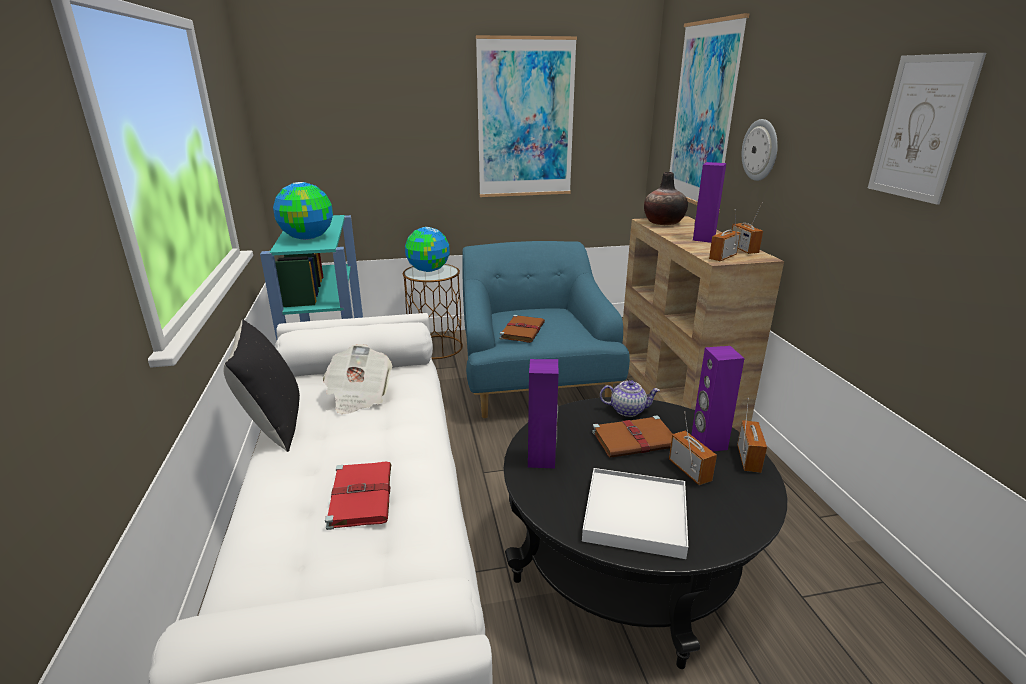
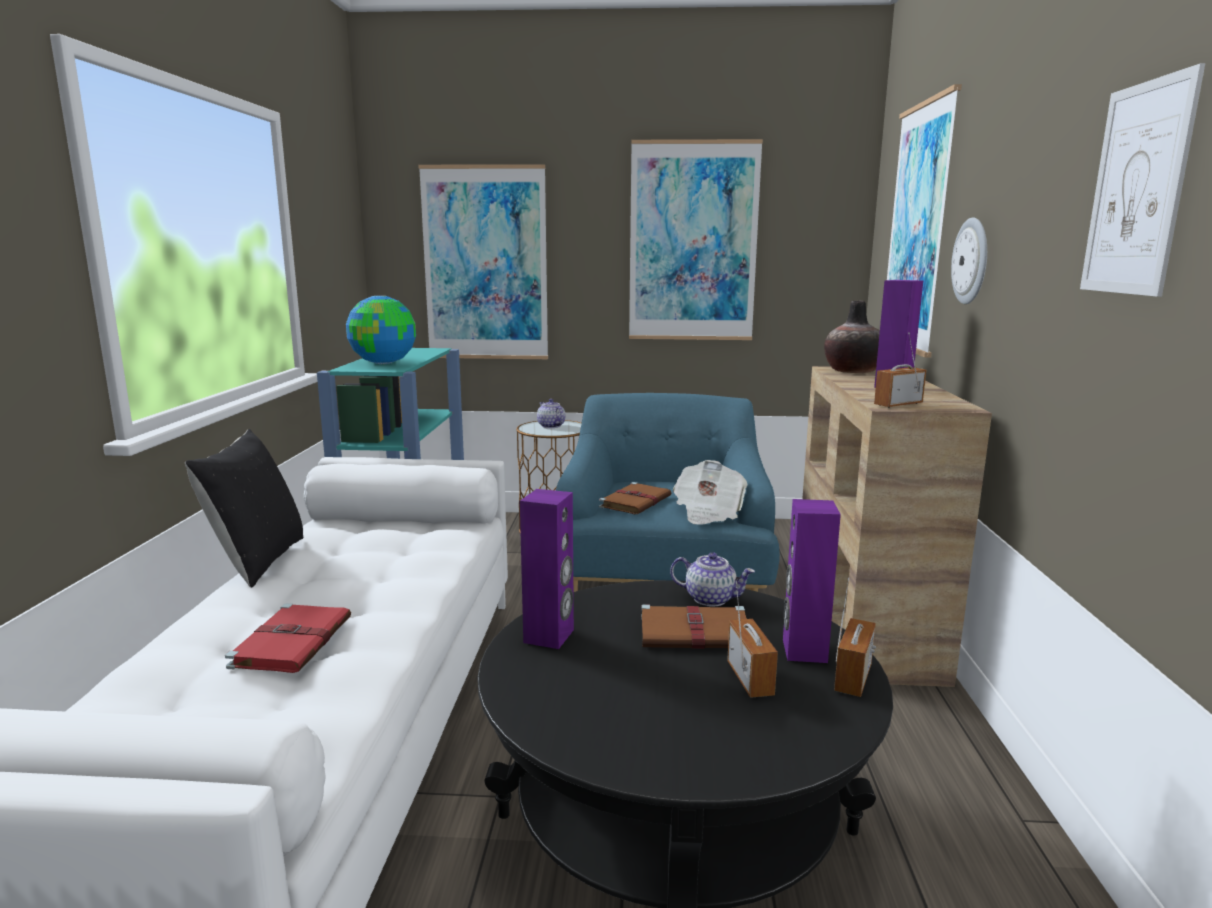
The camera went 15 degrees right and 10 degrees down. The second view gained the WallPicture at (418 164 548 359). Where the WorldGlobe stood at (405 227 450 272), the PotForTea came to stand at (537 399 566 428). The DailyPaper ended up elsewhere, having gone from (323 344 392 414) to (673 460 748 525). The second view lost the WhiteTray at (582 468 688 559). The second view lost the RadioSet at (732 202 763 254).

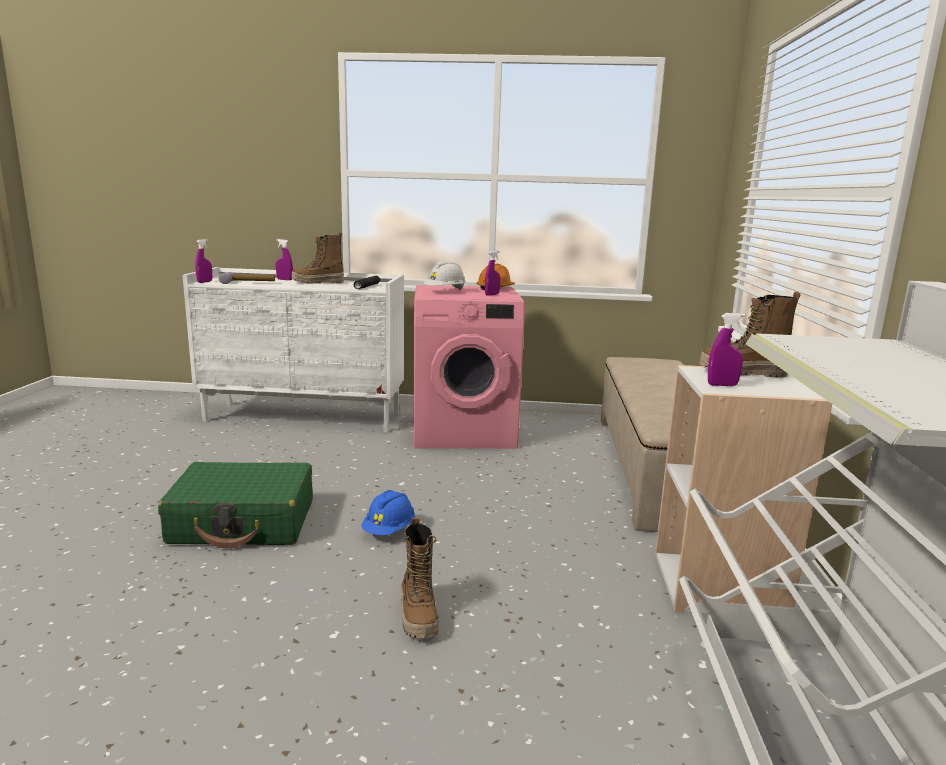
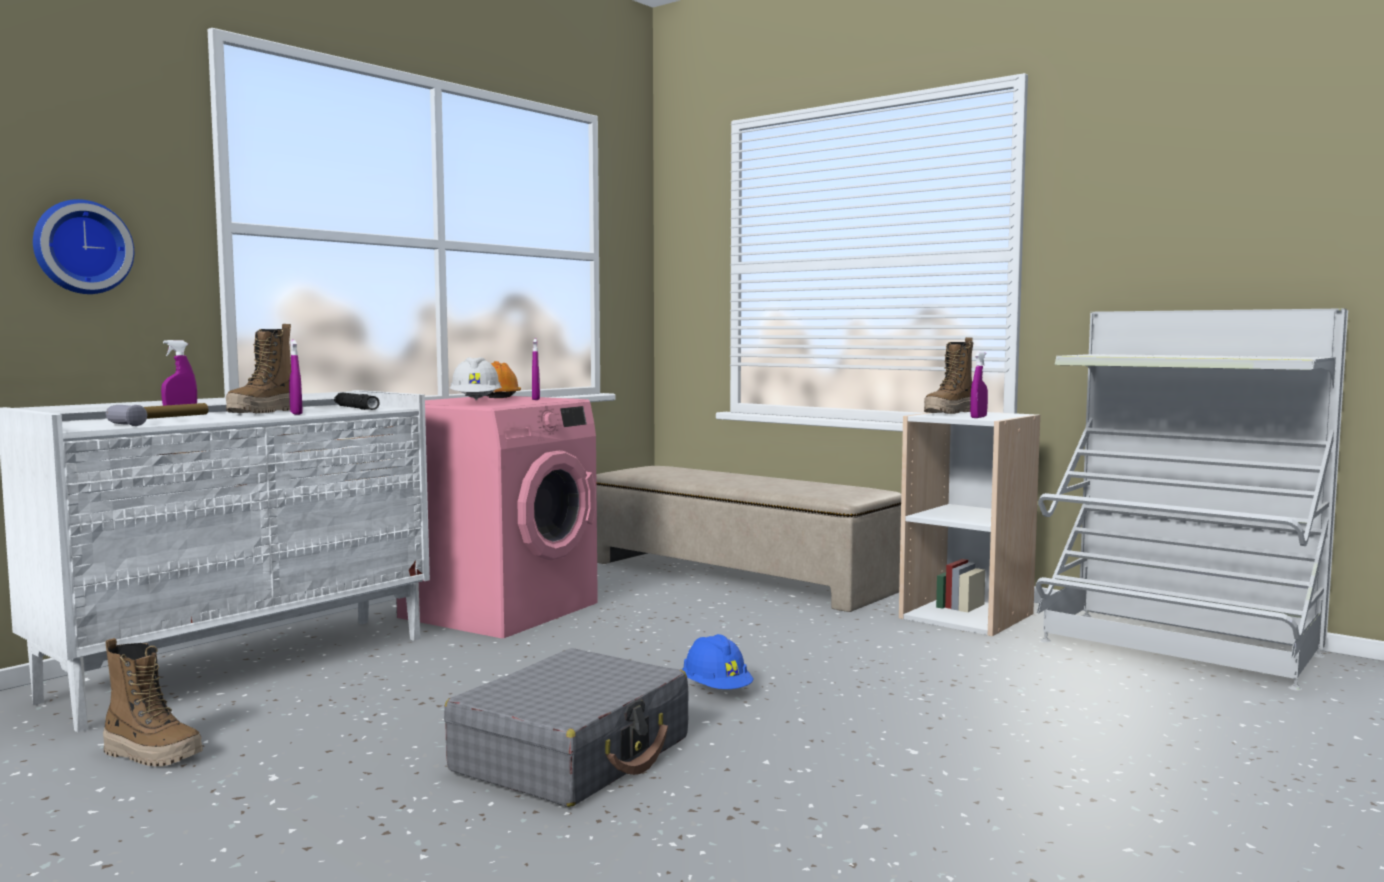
The camera went 55 degrees left and 10 degrees down. The second view gained the HangingClock at (33 199 134 294). The TallBoot ended up elsewhere, having gone from (400 517 439 638) to (103 638 203 767). The PurpleColouredSprayer ended up elsewhere, having gone from (195 239 212 283) to (289 340 303 415). What was the GreenishSuitcase at (158 462 313 548) turned into the GraySuitcase at (444 648 689 807).

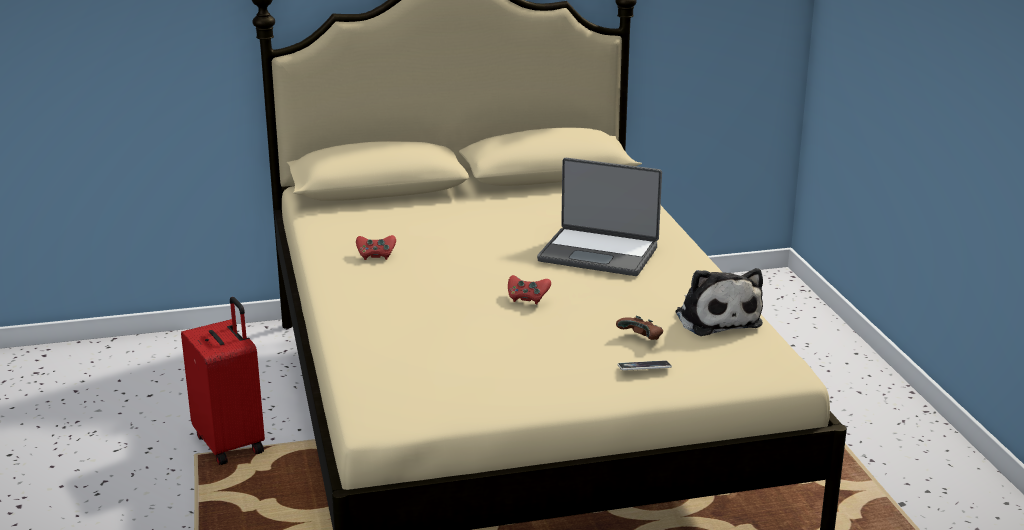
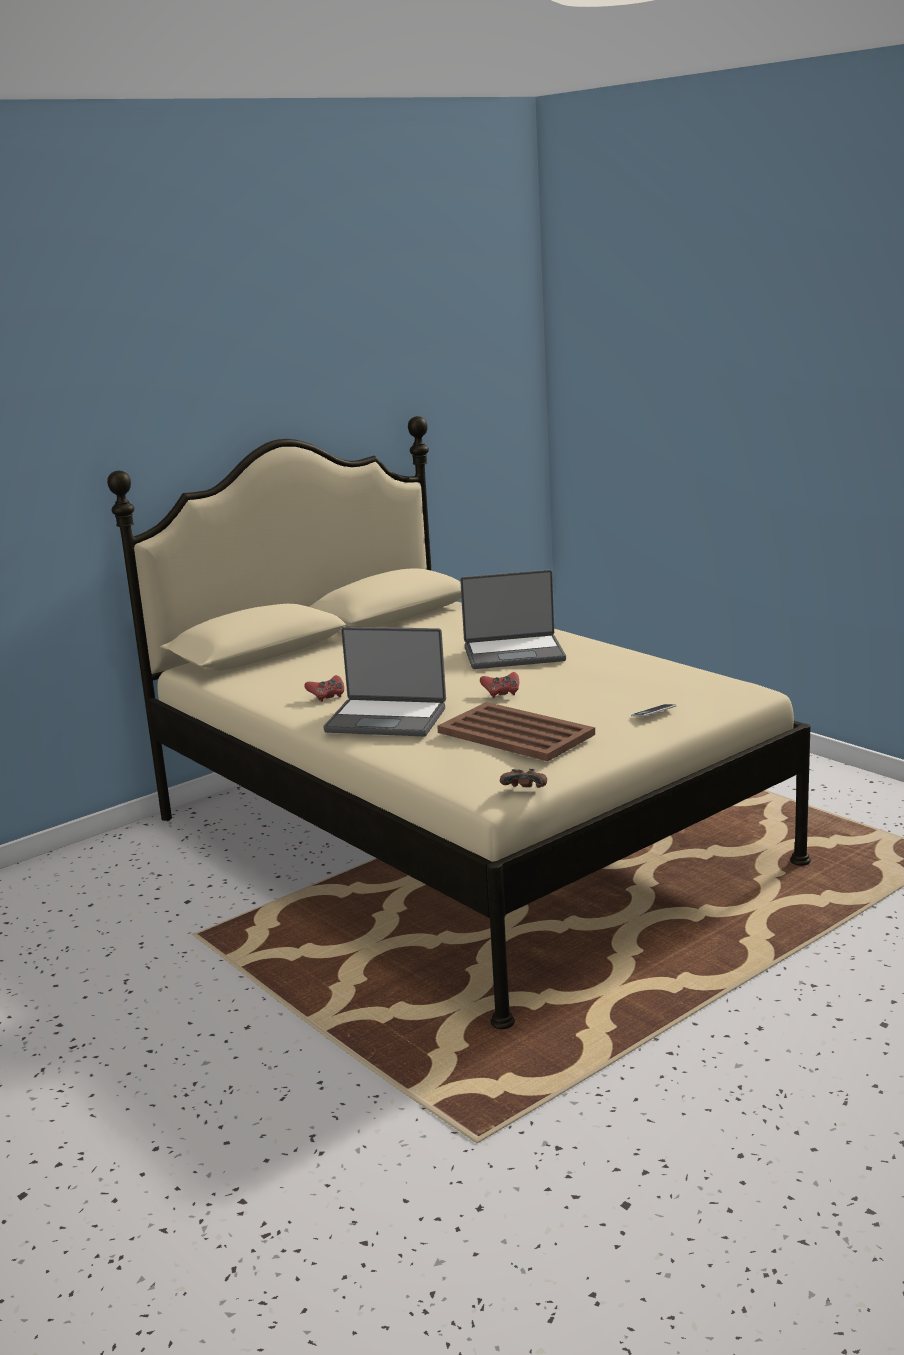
The camera went 25 degrees left and 5 degrees down. The second view gained the Laptop at (323 627 446 736). The second view gained the BrownTray at (437 702 595 761). The BrownGameController ended up elsewhere, having gone from (616 316 664 340) to (500 769 547 788). The second view lost the RedSuitcase at (181 297 265 465). The second view lost the SoftToy at (675 268 763 336).

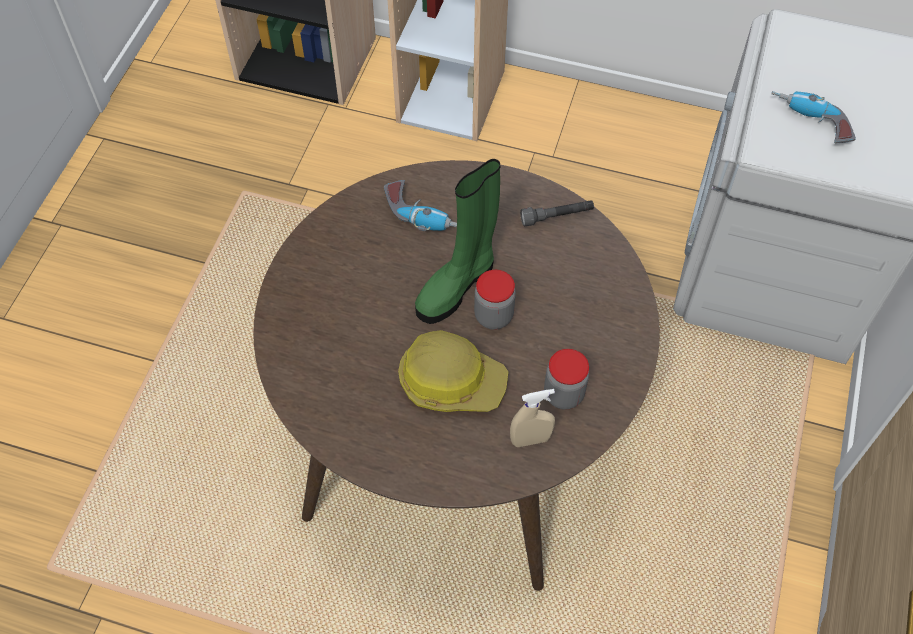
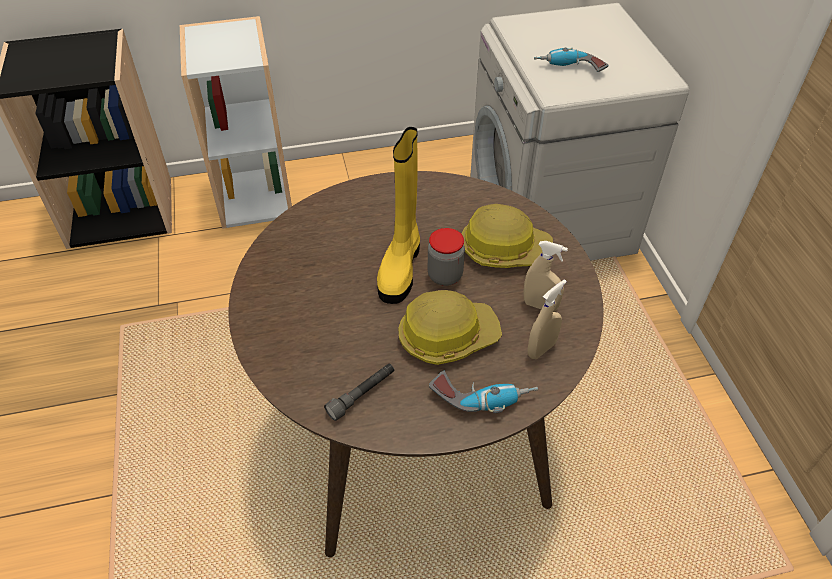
The camera went 30 degrees left and 10 degrees down. The GrayHandTorch ended up elsewhere, having gone from (520 200 594 226) to (324 363 394 421). What was the GreenishTallBoot at (415 159 500 324) turned into the YellowColouredTallBoot at (377 127 420 304). The PowerDrill ended up elsewhere, having gone from (384 180 457 231) to (429 371 538 414). The second view gained the WorkHelmet at (462 204 553 268). Where the Jar stood at (544 349 589 410), the BeigeSprayer came to stand at (524 241 568 312).

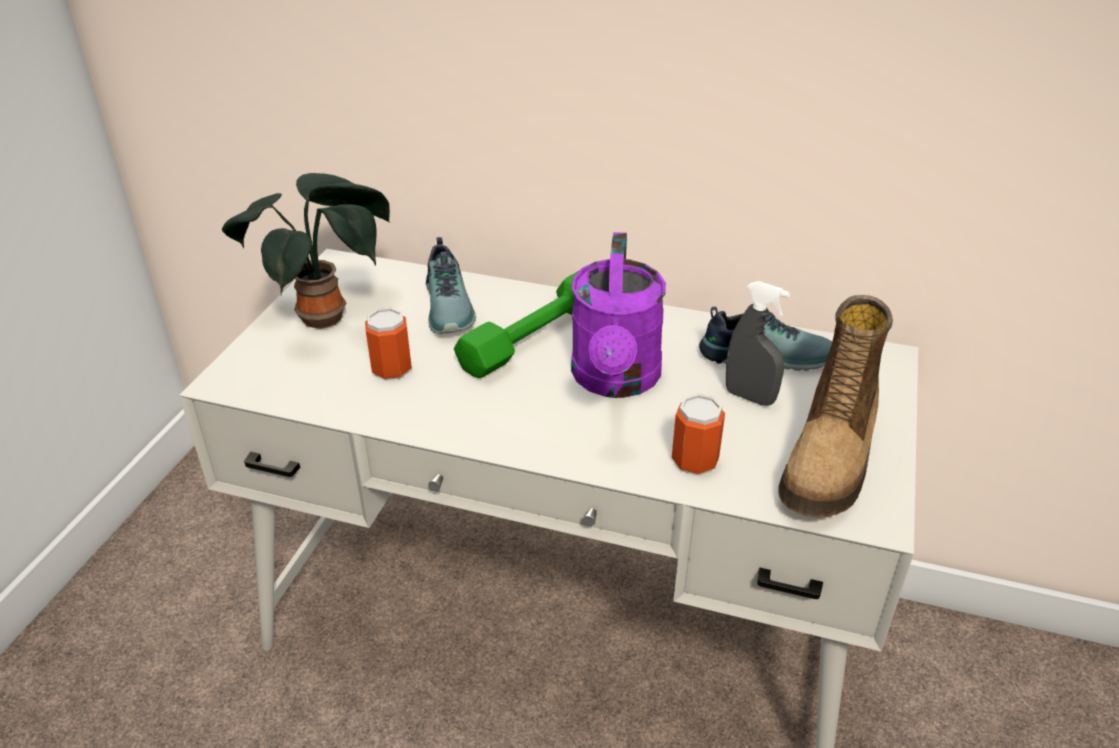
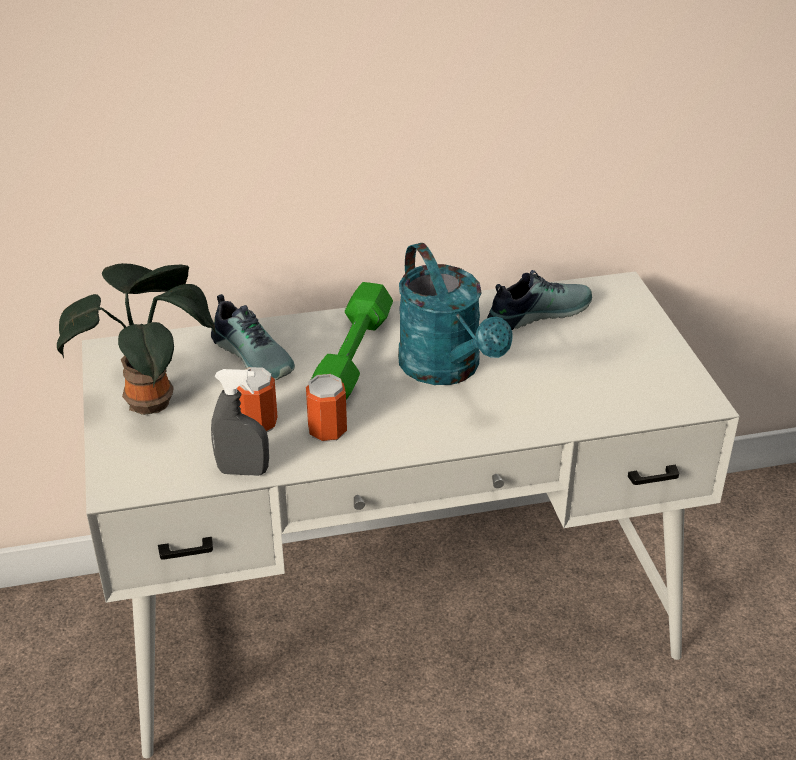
The camera went 30 degrees left and 0 degrees up. The GraySprayer ended up elsewhere, having gone from (726 281 790 406) to (211 369 269 476). The SealedCan ended up elsewhere, having gone from (672 394 725 476) to (306 374 347 442). What was the PurpleColouredWateringCan at (571 232 666 398) turned into the TurquoiseWateringCan at (398 243 512 385). The second view lost the TallBoot at (778 295 893 518).

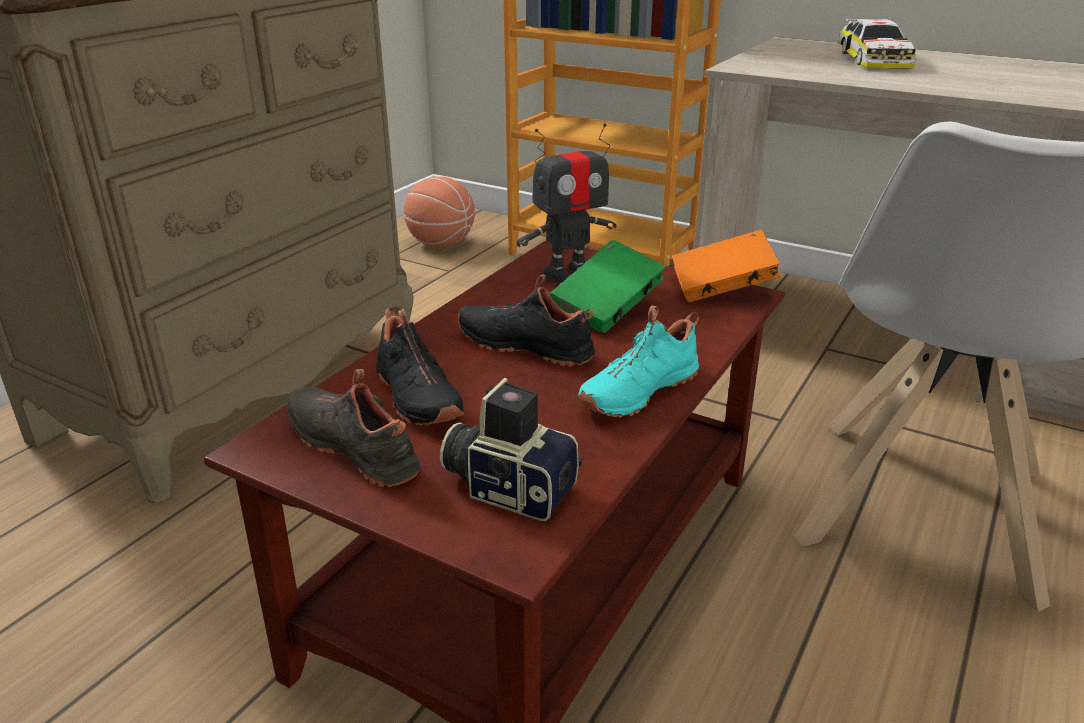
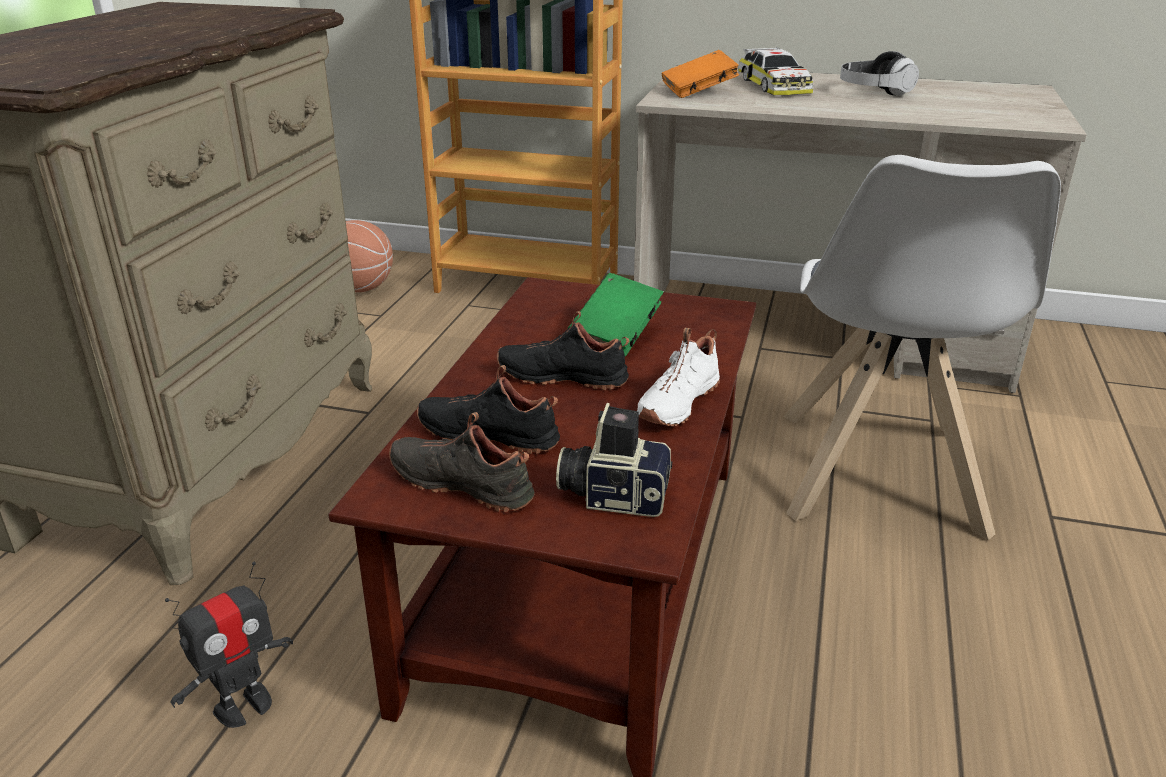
The camera went 15 degrees left and 0 degrees up. The ToyRobot ended up elsewhere, having gone from (517 123 617 283) to (165 562 293 728). The BlackColouredLowShoe at (376 308 464 425) ended up facing another way, 150 degrees clockwise from before. What was the TurquoiseLowShoe at (578 305 699 418) turned into the WhiteLowShoe at (637 328 720 426). The OrangeColouredVolume ended up elsewhere, having gone from (672 230 781 302) to (662 50 739 98). The second view gained the Headset at (840 51 919 96).

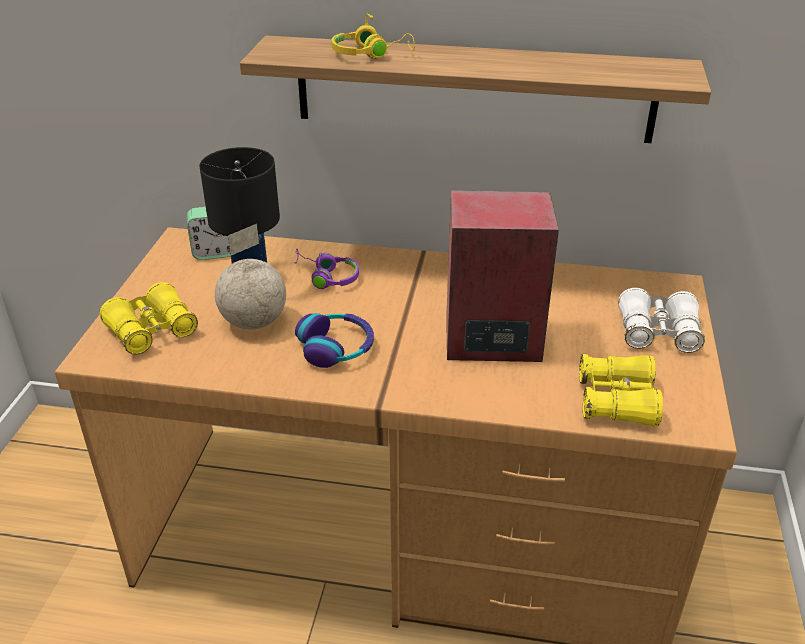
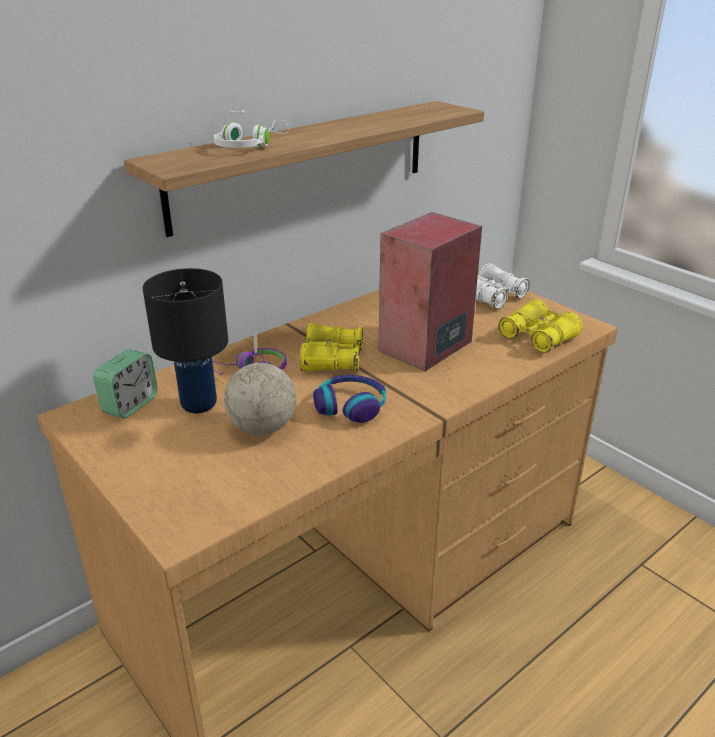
The camera went 50 degrees left and 5 degrees down. What was the YellowColouredHeadset at (331 13 415 59) turned into the WhiteHeadset at (214 110 289 148). The YellowColouredBinoculars ended up elsewhere, having gone from (100 282 198 355) to (300 323 363 372).

